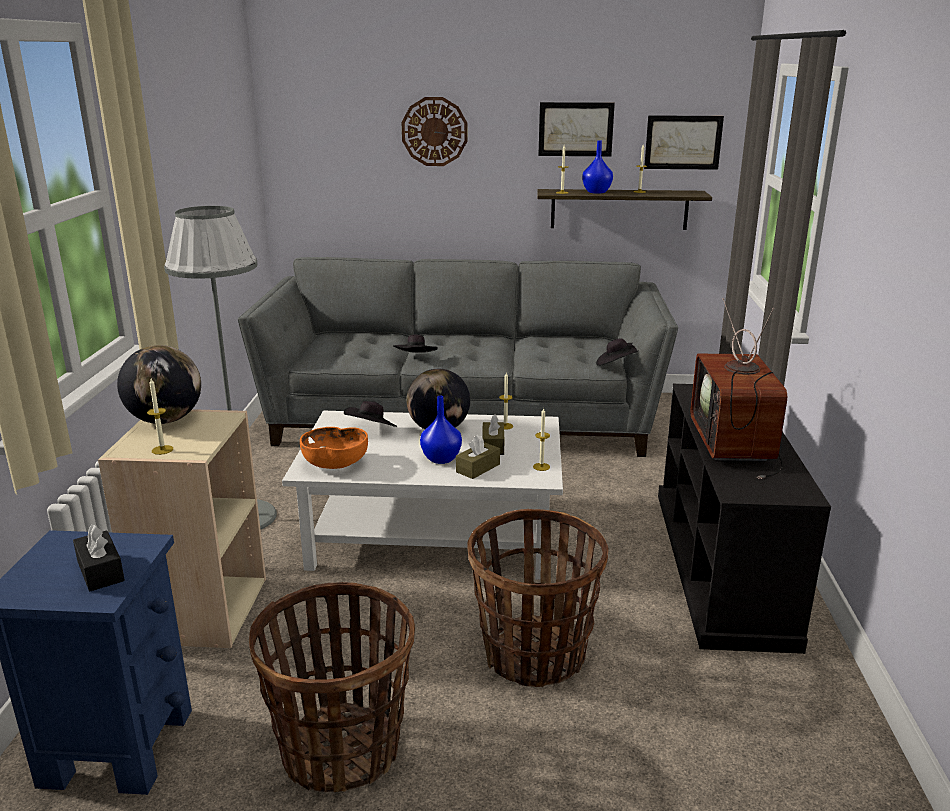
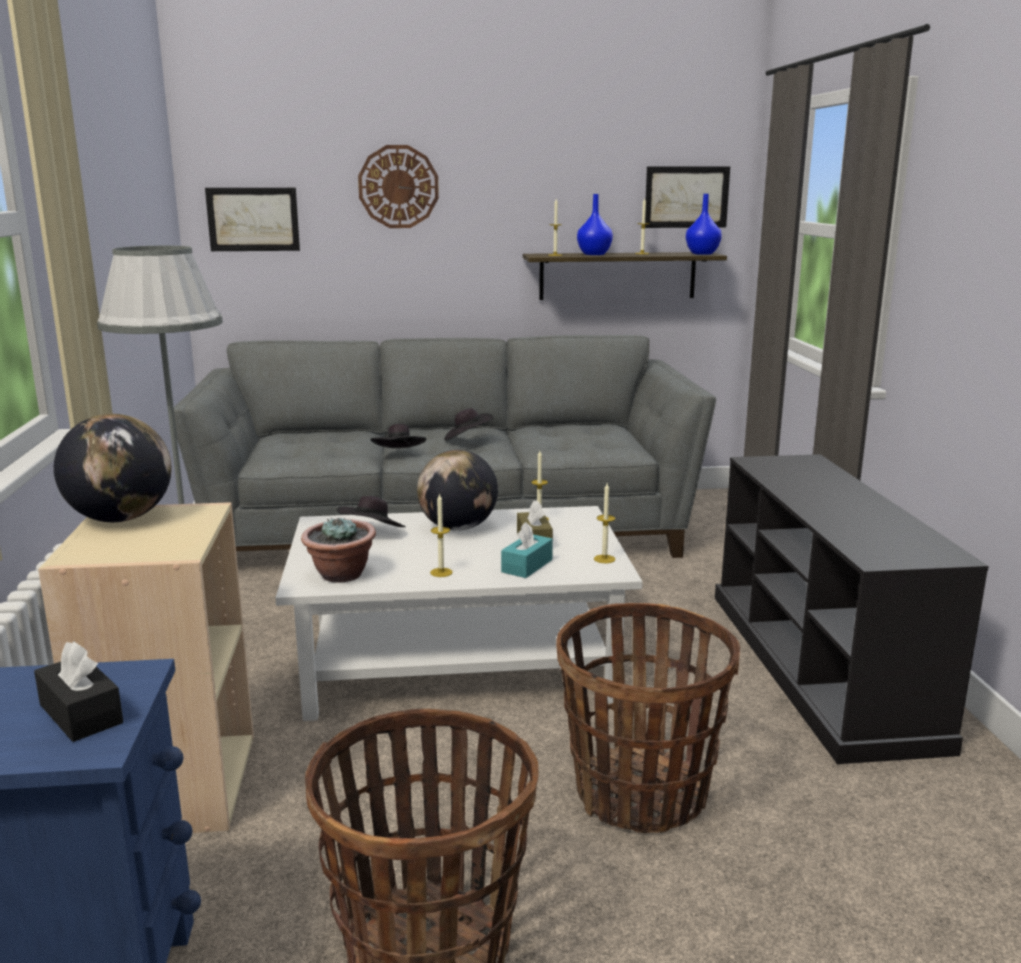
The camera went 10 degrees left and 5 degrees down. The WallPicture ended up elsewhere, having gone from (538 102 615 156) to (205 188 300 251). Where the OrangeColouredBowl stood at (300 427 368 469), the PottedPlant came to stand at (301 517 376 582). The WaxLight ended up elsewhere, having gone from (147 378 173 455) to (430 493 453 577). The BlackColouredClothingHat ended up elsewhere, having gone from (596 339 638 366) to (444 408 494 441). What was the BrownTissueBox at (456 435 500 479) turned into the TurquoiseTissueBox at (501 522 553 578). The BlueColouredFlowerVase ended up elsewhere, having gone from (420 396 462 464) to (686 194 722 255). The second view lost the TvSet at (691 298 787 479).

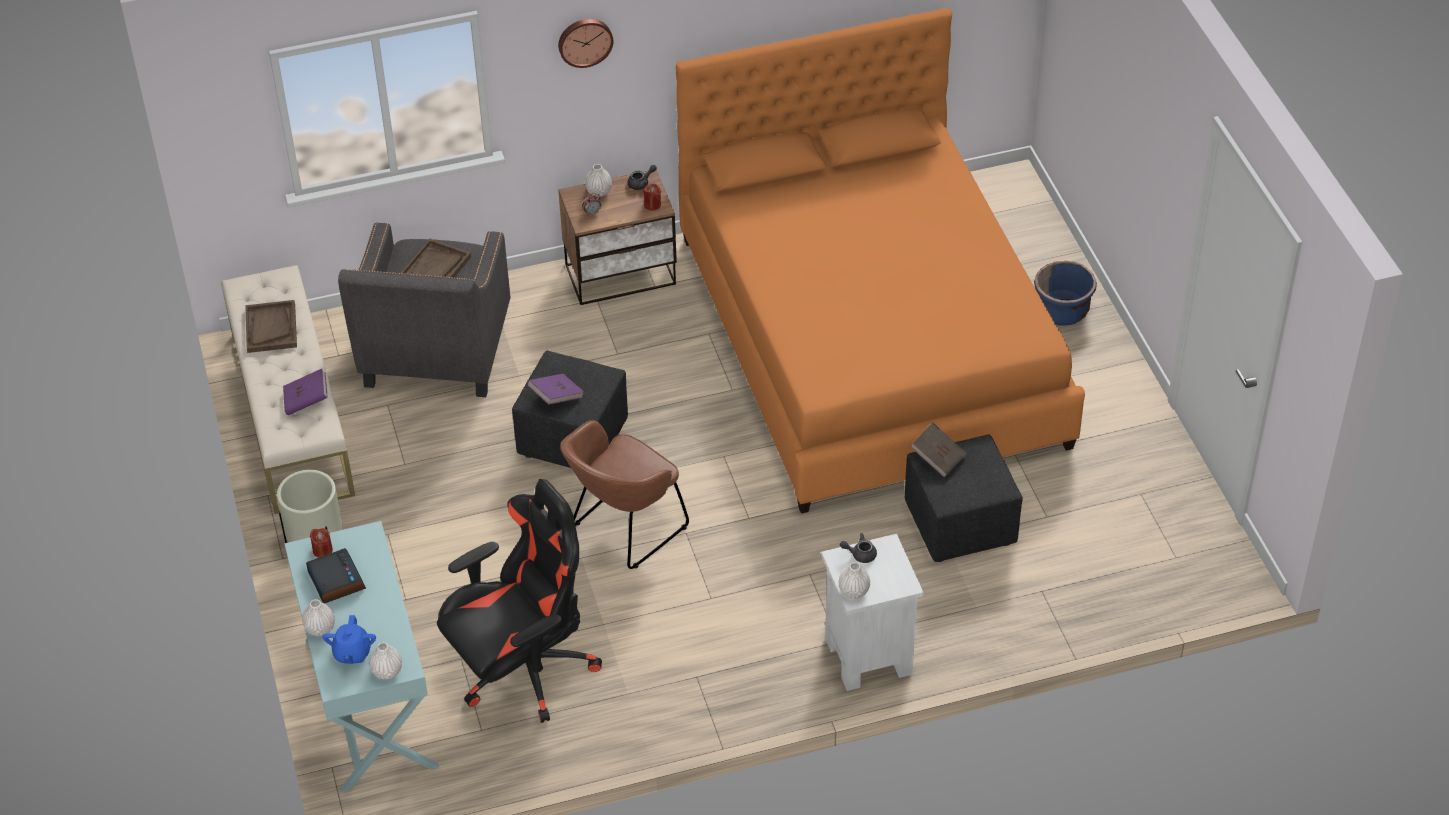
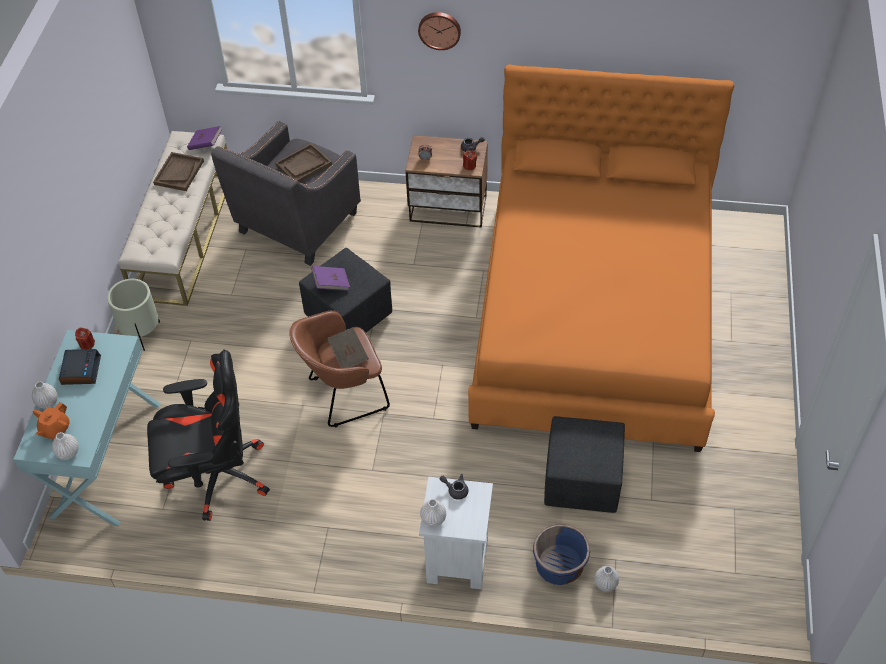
The camera went 25 degrees right and 5 degrees up. What was the BlueColouredPotForTea at (322 615 376 664) turned into the OrangeColouredPotForTea at (33 402 70 439). The PurpleColouredVolume ended up elsewhere, having gone from (283 369 328 415) to (187 126 223 150). The BrownVolume ended up elsewhere, having gone from (910 422 967 478) to (328 327 369 368). The BlueColouredPlantPot ended up elsewhere, having gone from (1034 261 1097 326) to (533 524 590 585). The WhiteFlowerVase ended up elsewhere, having gone from (585 164 612 197) to (594 566 619 592).

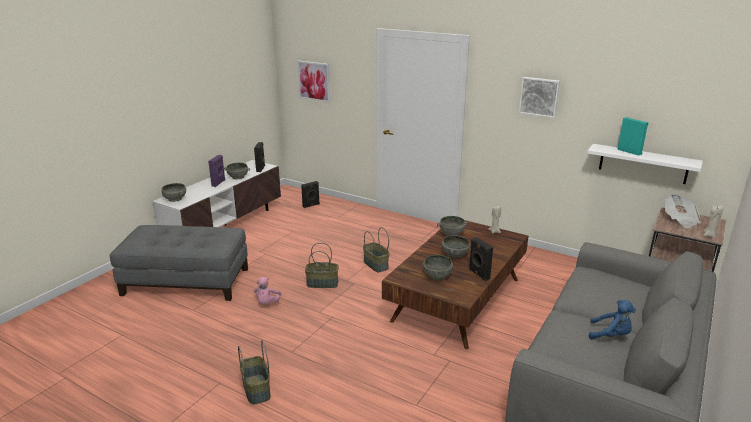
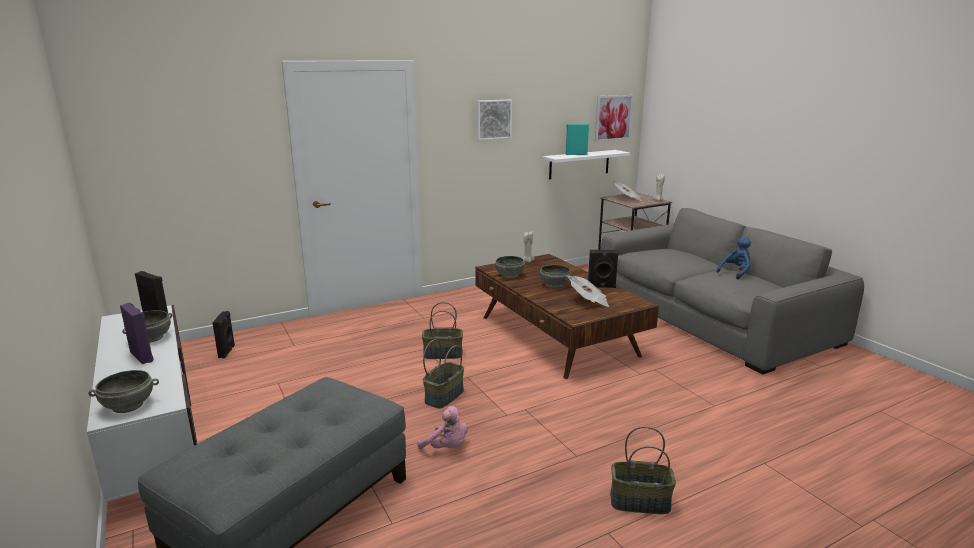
The camera went 60 degrees left and 5 degrees down. Where the GrayBowl stood at (423 255 453 280), the DailyPaper came to stand at (568 276 609 307). The WallPicture ended up elsewhere, having gone from (297 60 330 103) to (595 95 634 142).

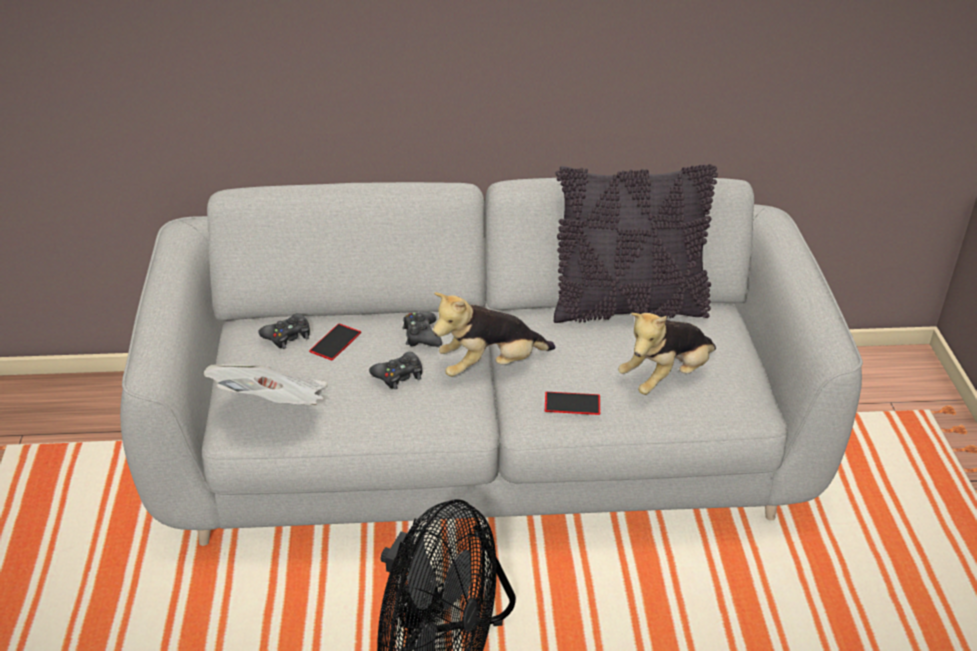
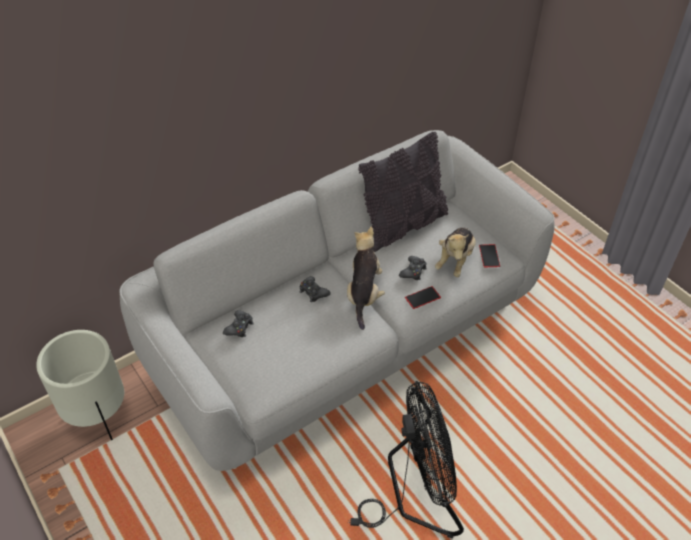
The camera went 30 degrees left and 10 degrees up. The second view gained the BeigePlantPot at (36 330 124 441). The SoftToy at (433 292 555 377) ended up facing another way, 150 degrees clockwise from before. The BlackColouredGameController ended up elsewhere, having gone from (369 352 422 389) to (399 256 427 280). The Handset ended up elsewhere, having gone from (309 323 361 361) to (479 244 500 267). The second view lost the DailyPaper at (204 364 327 406).

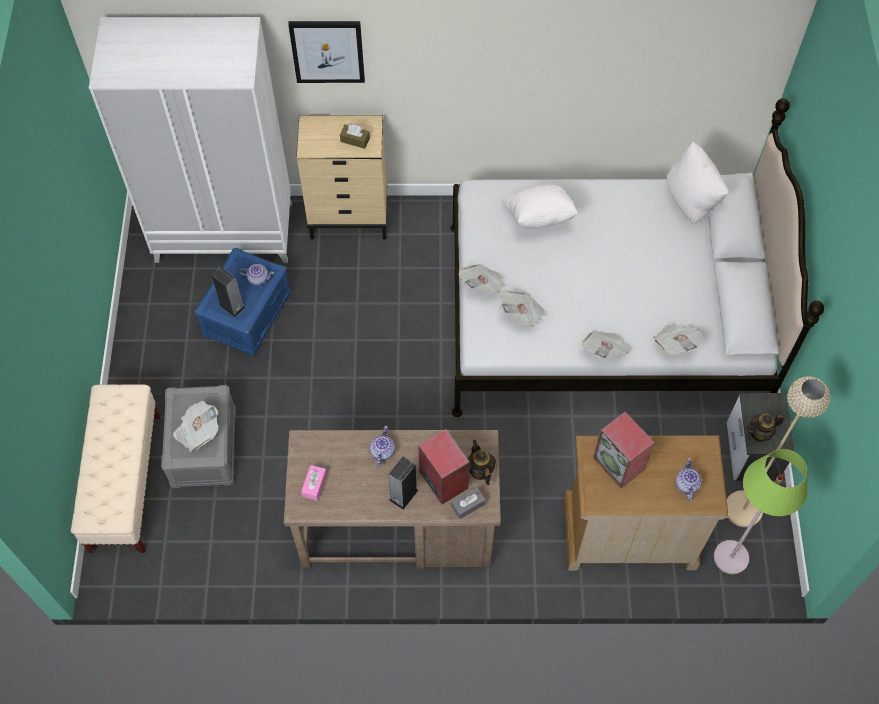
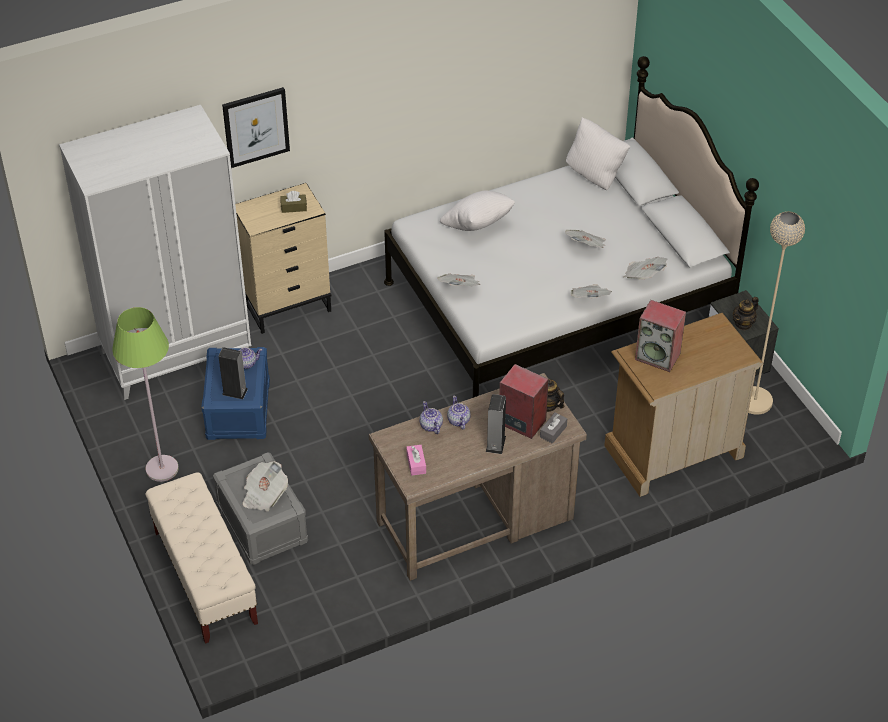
The camera went 25 degrees left and 15 degrees down. The GreenishFloorLamp ended up elsewhere, having gone from (714 449 808 574) to (112 307 179 482). The PotForTea ended up elsewhere, having gone from (675 458 702 501) to (419 401 443 434). The DailyPaper ended up elsewhere, having gone from (500 290 548 327) to (565 230 606 248).

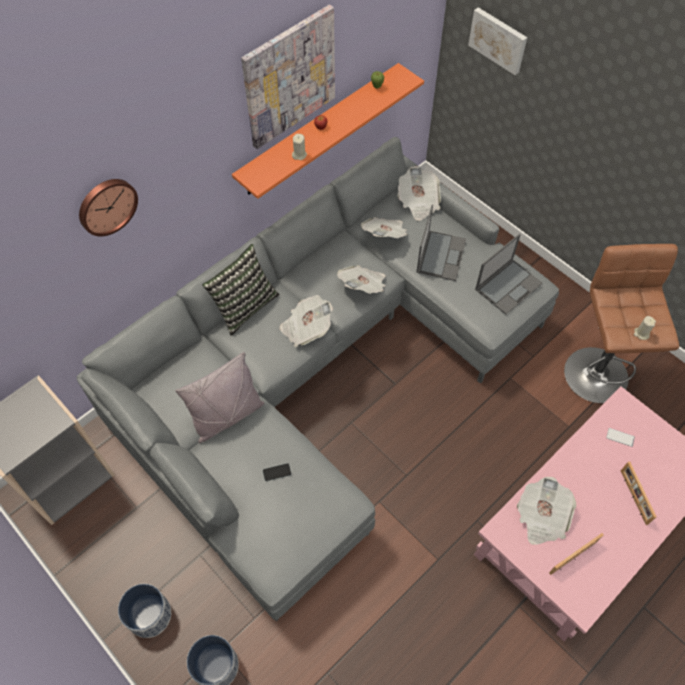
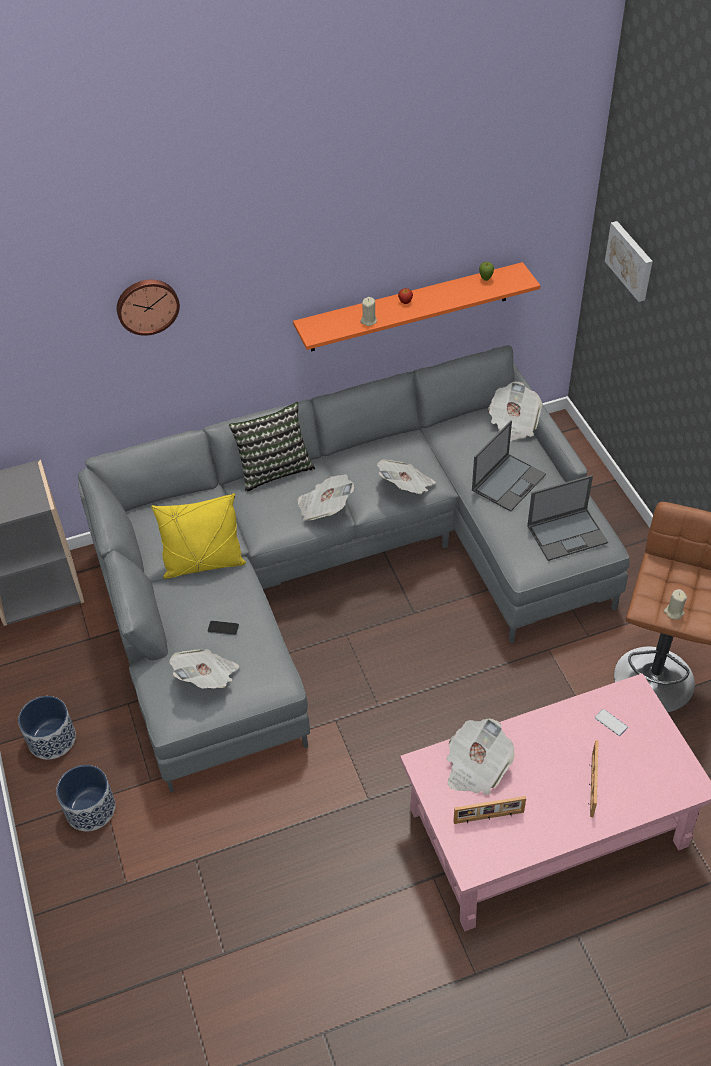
The camera went 25 degrees right and 10 degrees down. What was the PurpleColouredCushion at (175 352 264 443) turned into the YellowColouredCushion at (151 493 246 579). The DailyPaper ended up elsewhere, having gone from (361 217 407 238) to (169 649 239 689). The second view lost the WallPicture at (241 5 335 149).

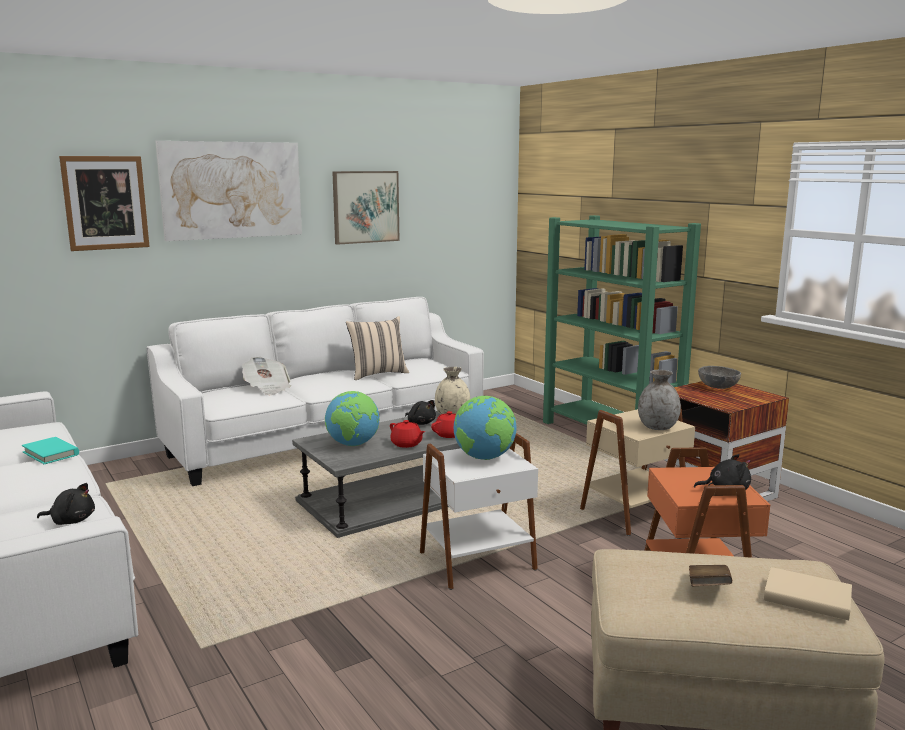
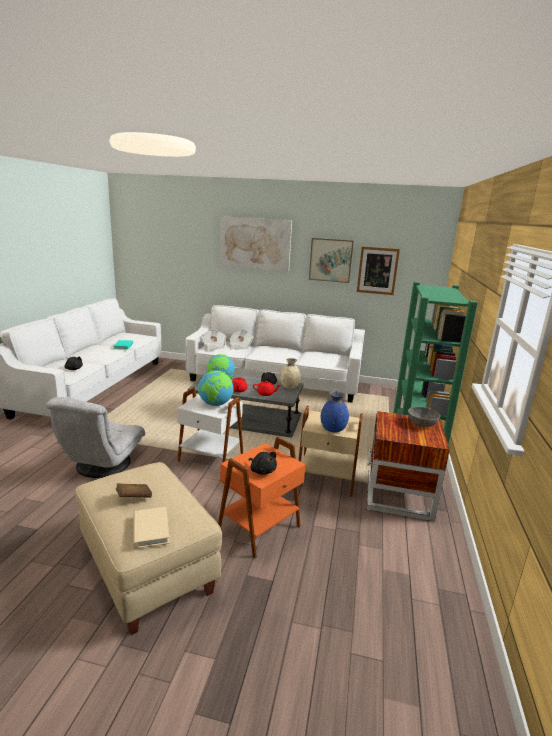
The camera went 45 degrees right and 5 degrees up. The second view gained the GrayArmchair at (45 397 145 478). The second view gained the DailyPaper at (202 330 226 351). What was the GrayFlowerVase at (638 370 681 430) turned into the BlueColouredFlowerVase at (321 391 349 432). The WallPicture ended up elsewhere, having gone from (59 156 150 251) to (357 246 400 295). The second view lost the BeigeCushion at (346 316 409 380).

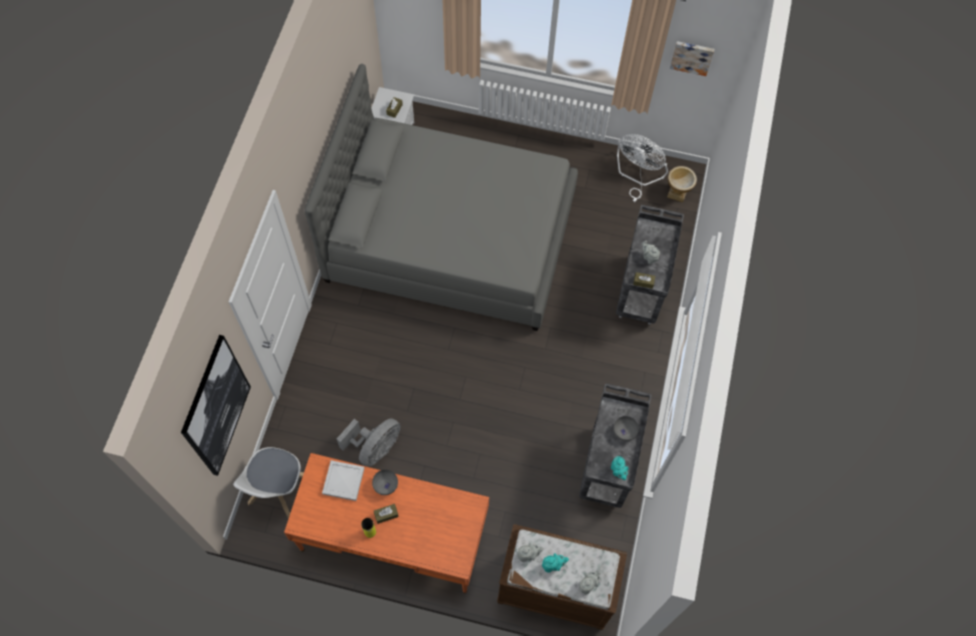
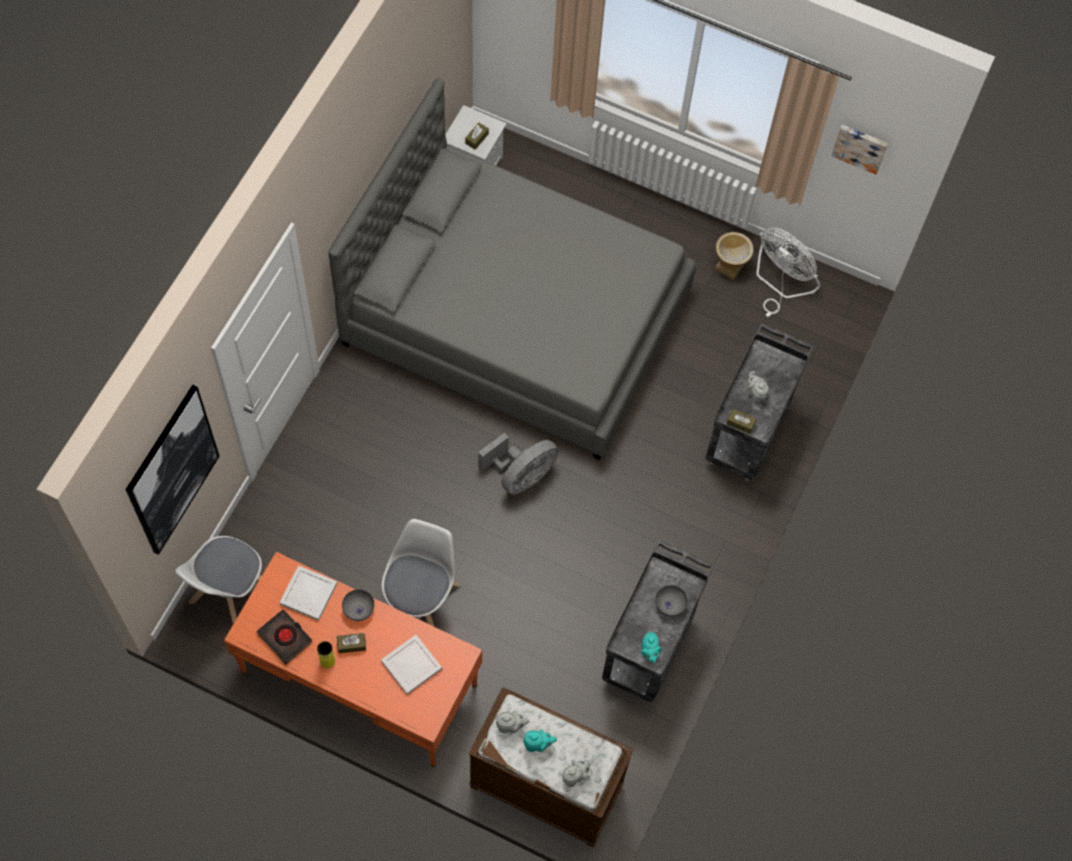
The camera went 10 degrees right and 0 degrees up. The second view gained the BlackColouredVolume at (257 609 313 664). The second view gained the WhiteTray at (381 635 442 695). The second view gained the PlainChair at (382 519 460 626). The GrayFan ended up elsewhere, having gone from (337 418 401 467) to (478 433 559 494). The FlowerVase ended up elsewhere, having gone from (667 166 697 202) to (715 232 754 280).

